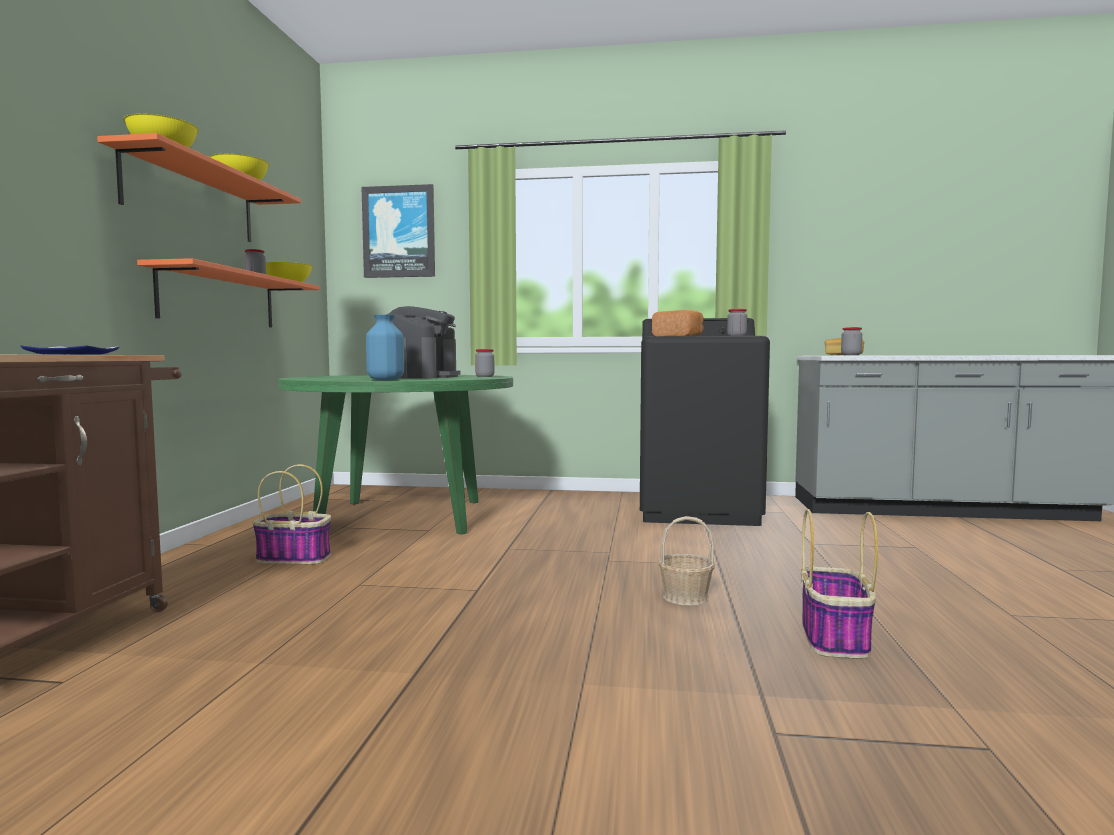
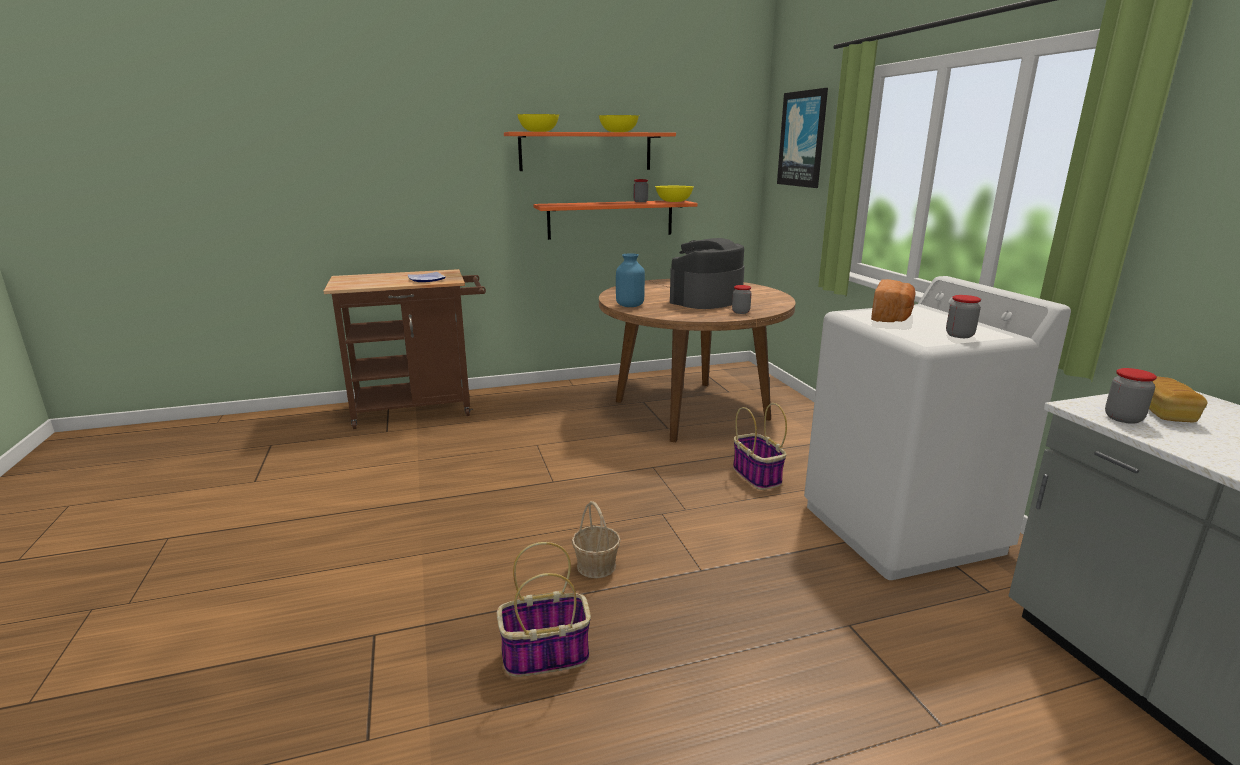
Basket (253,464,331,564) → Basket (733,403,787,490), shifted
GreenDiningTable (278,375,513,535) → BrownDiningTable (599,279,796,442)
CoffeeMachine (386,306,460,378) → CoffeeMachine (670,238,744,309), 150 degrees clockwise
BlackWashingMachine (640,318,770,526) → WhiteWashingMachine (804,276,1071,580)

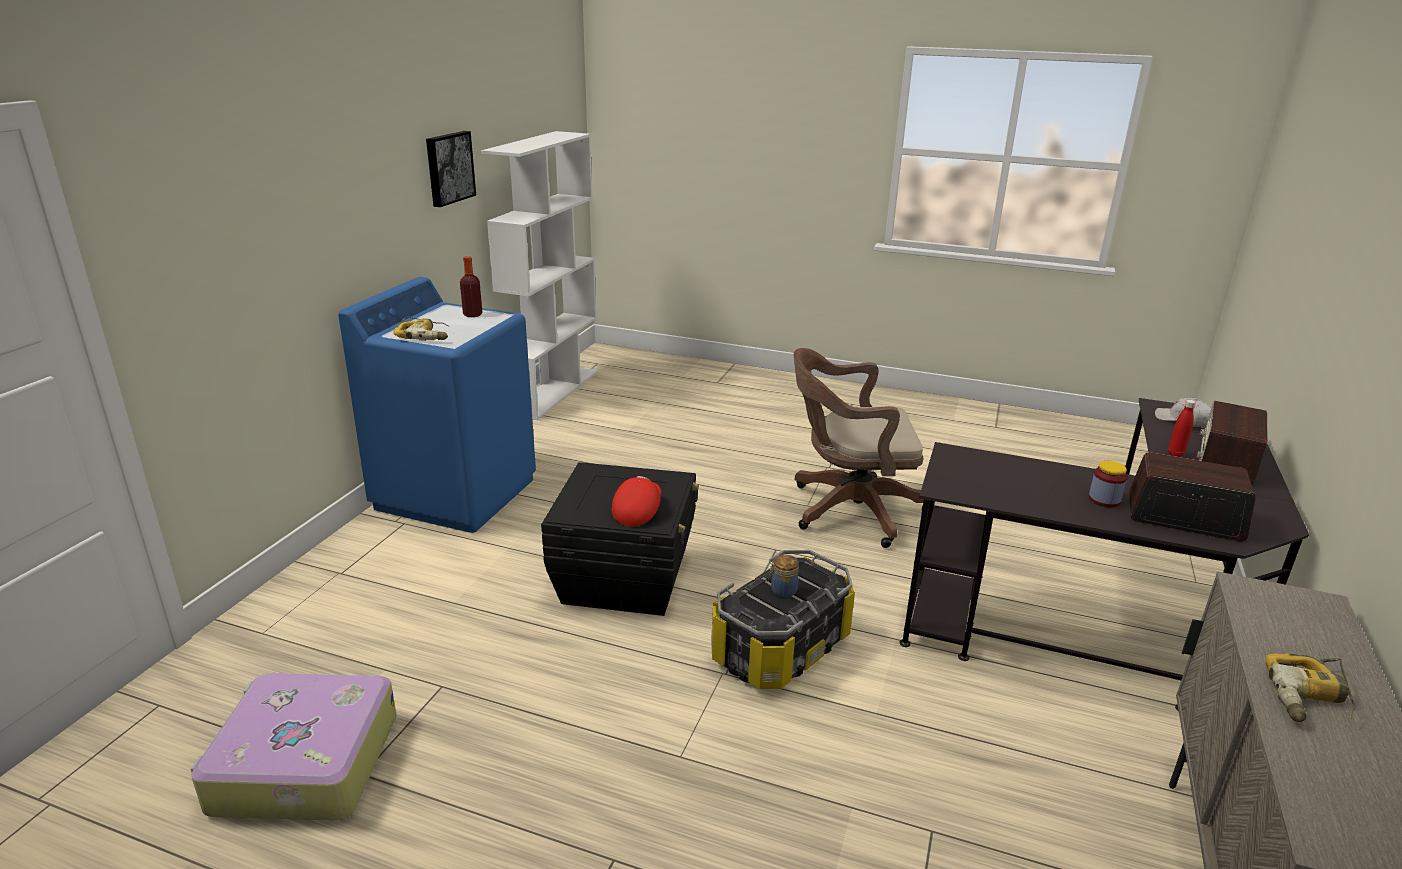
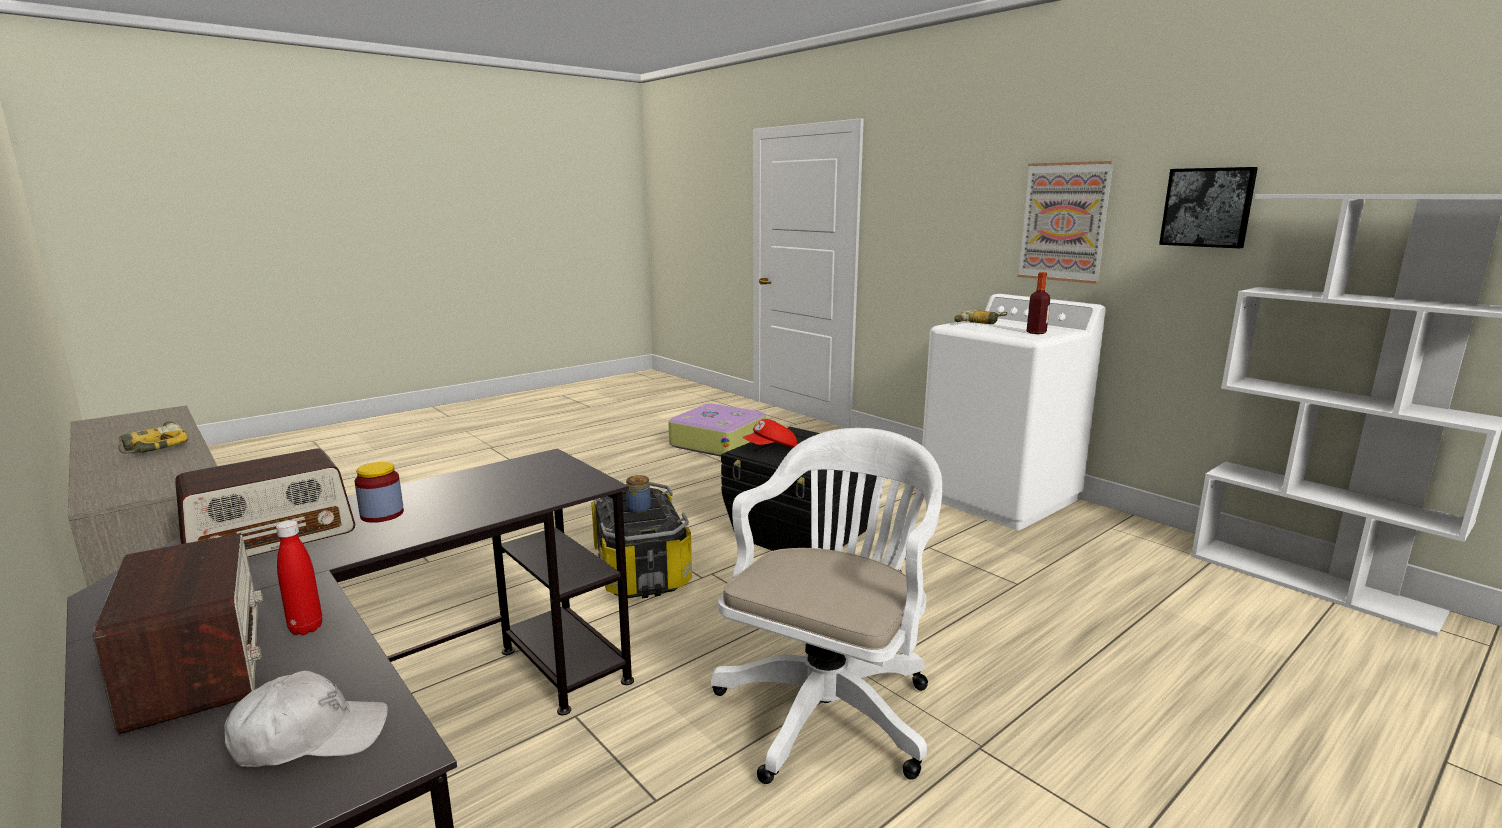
BlueWashingMachine (338,277,536,533) → WhiteWashingMachine (922,294,1106,530)
RedCap (612,476,661,527) → RedCap (743,419,797,447), 105 degrees clockwise
BrownOfficeChair (793,348,924,548) → WhiteOfficeChair (711,428,942,784)
- → Picture (1017,161,1114,284)

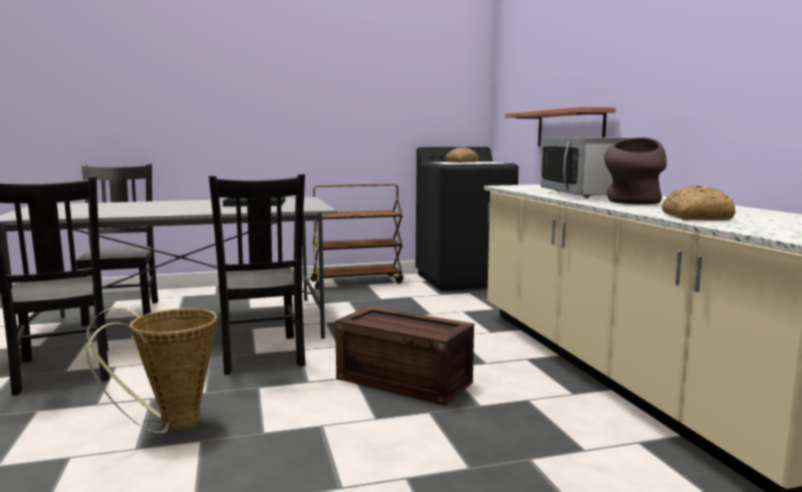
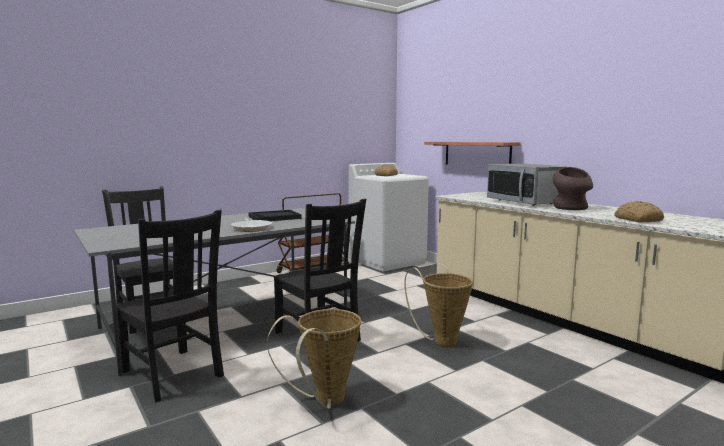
Crate (335,306,474,406) → Basket (404,263,473,347)
BlackWashingMachine (416,147,519,291) → WhiteWashingMachine (348,163,429,271)
- → FryingPan (231,218,272,232)

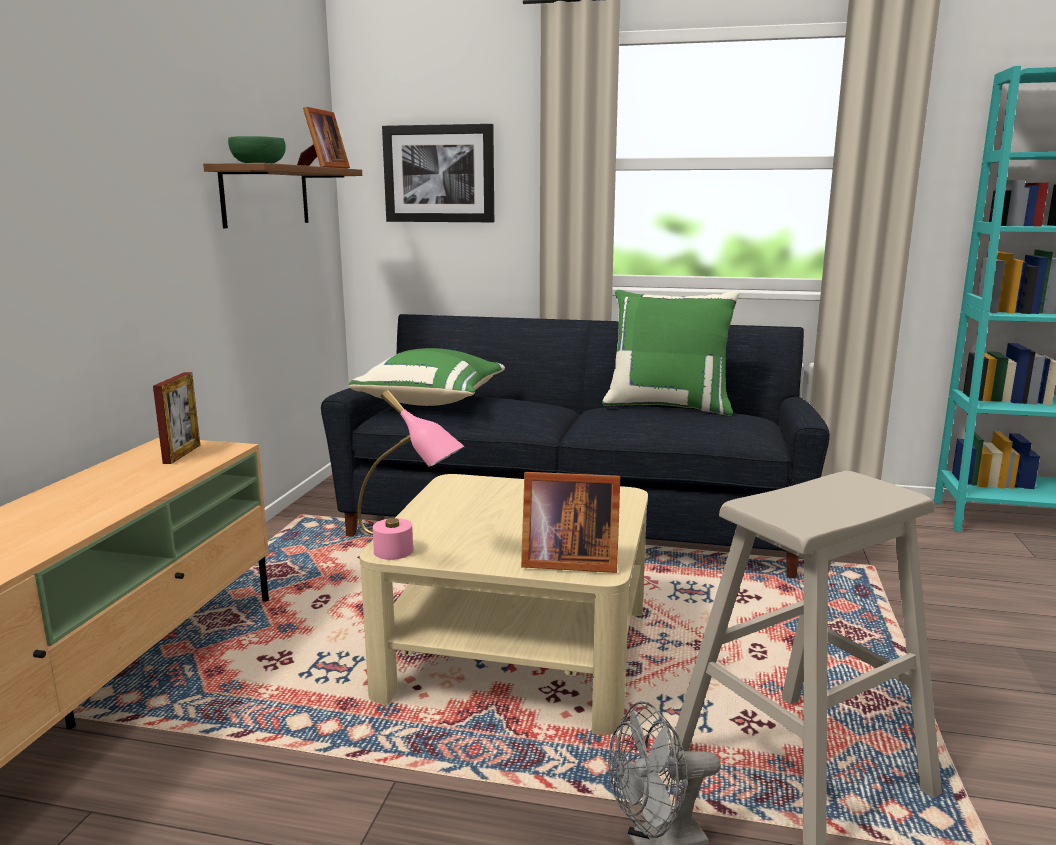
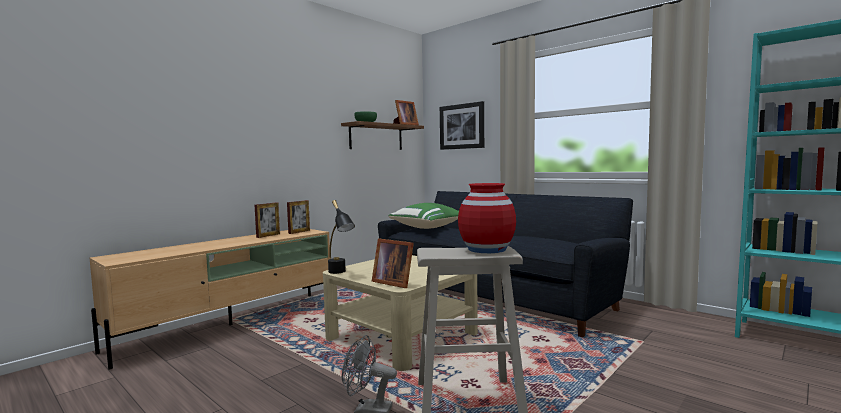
PinkTableLamp (358,389,465,560) → BlackTableLamp (328,200,355,274)
GreenPillow (602,290,739,416) → -
- → PictureFrame (255,203,280,238)
- → RedVase (458,183,516,253)

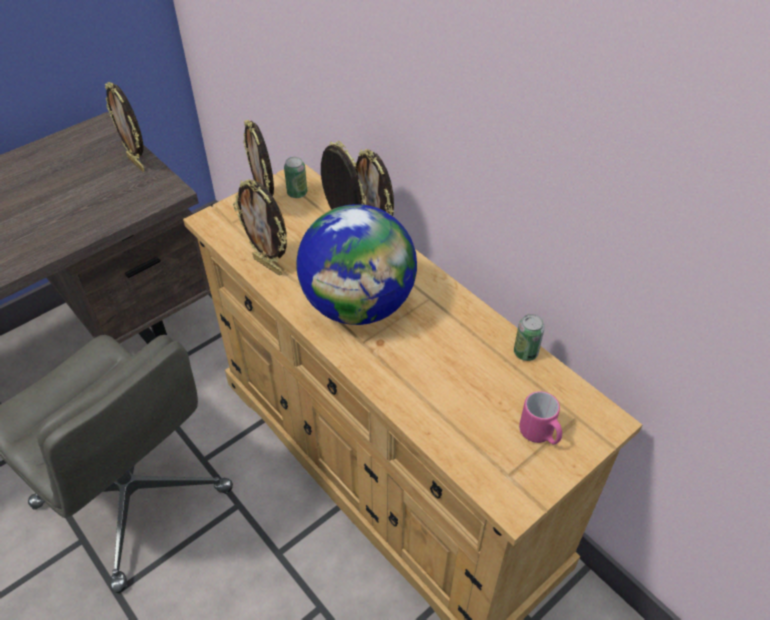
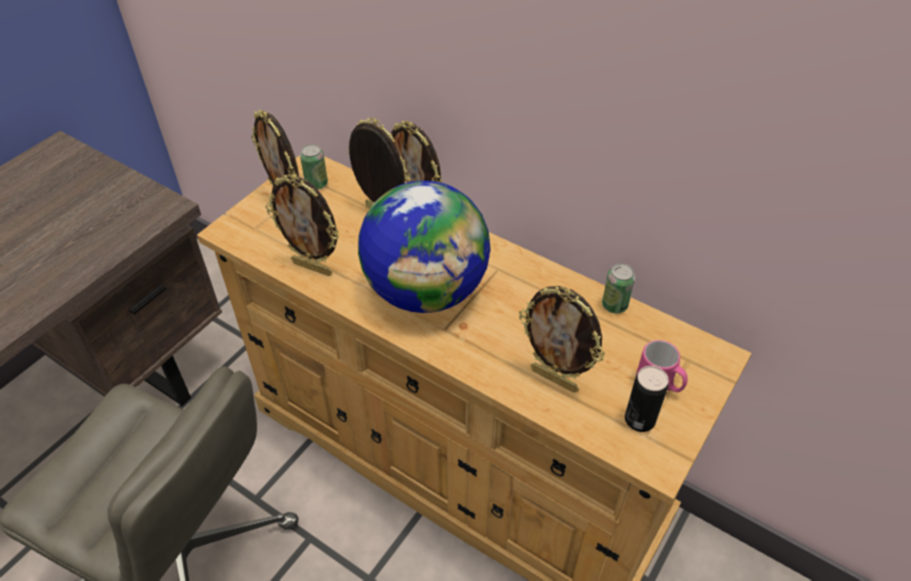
PictureFrame (105,82,145,172) → PictureFrame (519,286,605,393), shifted
- → Can (625,366,669,432)

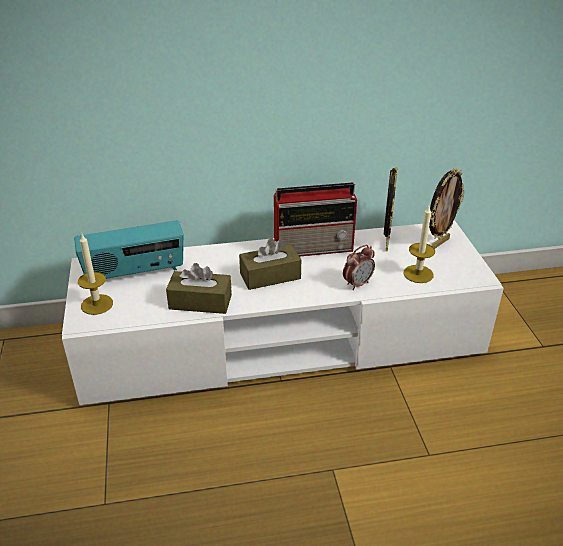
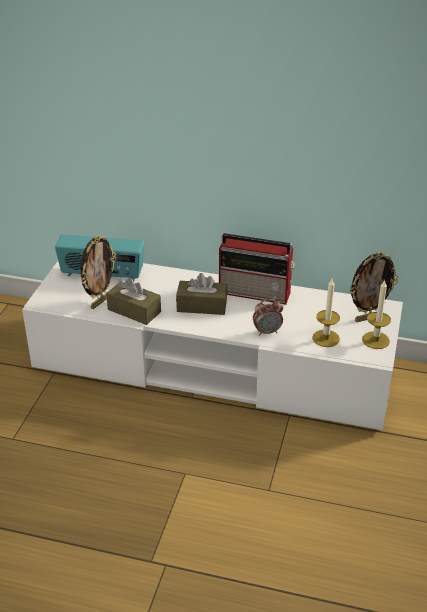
Candle (78,234,113,315) → Candle (362,279,391,349), shifted
PictureFrame (383,166,398,251) → PictureFrame (80,235,116,309), shifted

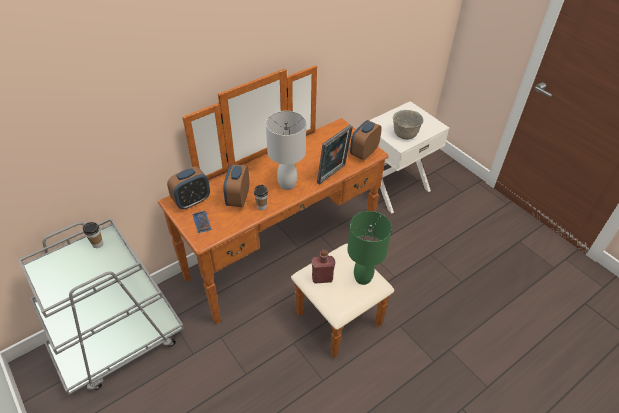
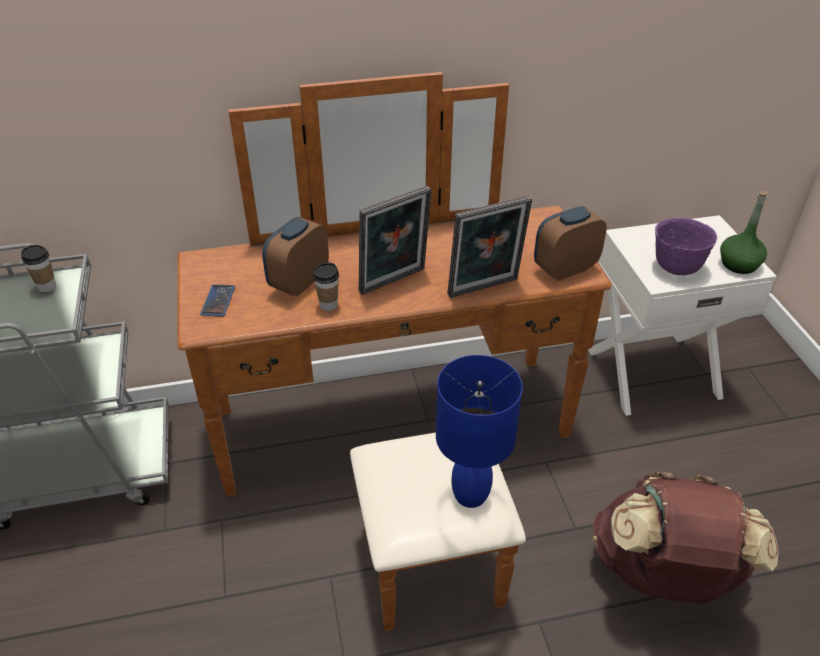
AlarmClock (167,166,210,209) → -
WhiteTableLamp (266,111,306,190) → PictureFrame (359,186,432,295)
RedBottle (312,250,335,283) → -
GreenTableLamp (347,211,392,285) → BlueTableLamp (436,355,523,508)
GreyBowl (393,110,423,140) → PurpleBowl (655,218,717,275)
- → BrownBackpack (592,472,778,604)
- → GreenBottle (720,191,768,274)

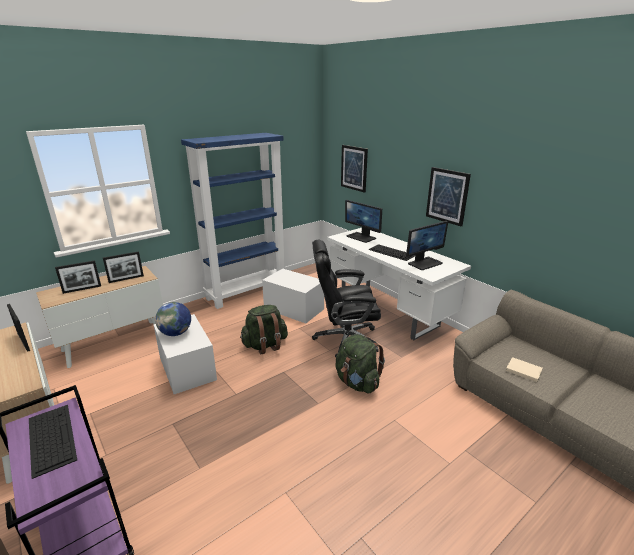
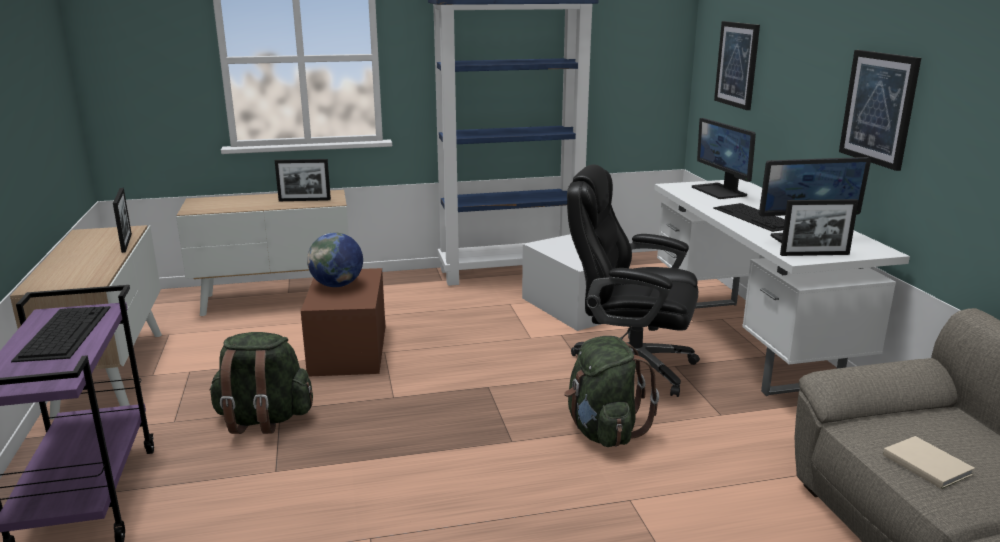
PictureFrame (55,261,101,294) → PictureFrame (780,199,859,256), shifted
WhiteStorageBox (153,314,217,394) → BrownStorageBox (301,268,385,377)
GreenBackpack (240,305,288,355) → GreenBackpack (209,332,313,434), shifted

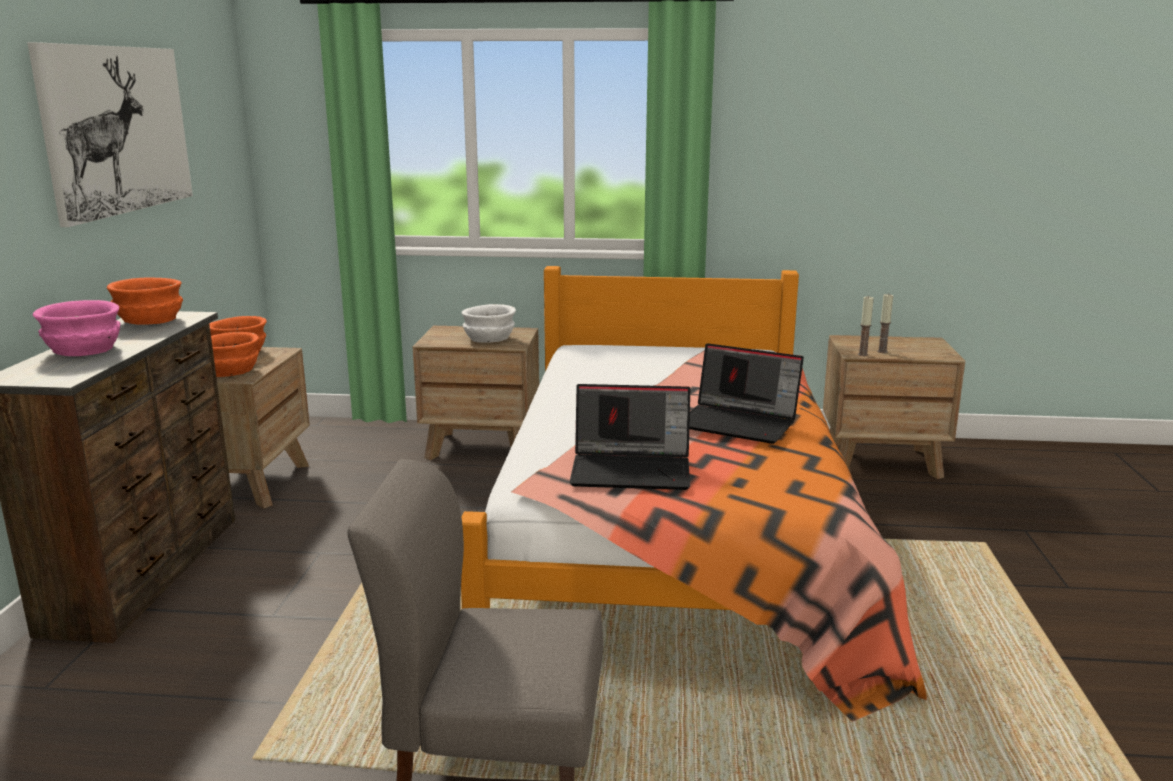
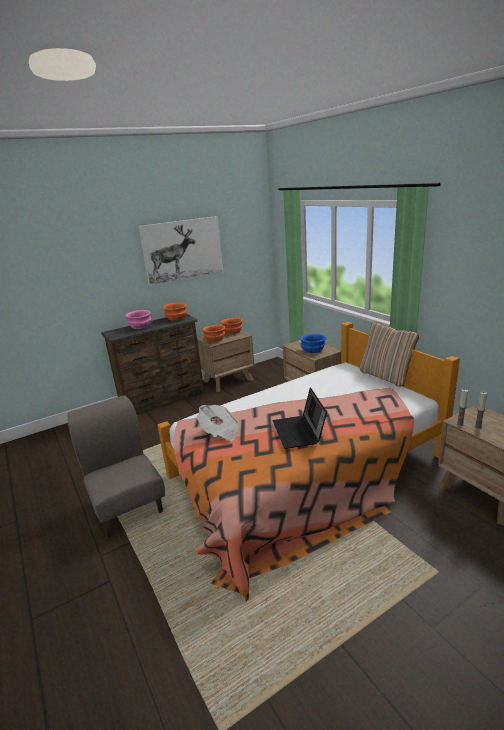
WhiteBowl (461,304,516,343) → BlueBowl (300,334,326,353)
Laptop (569,384,690,490) → Newspaper (197,405,240,441)
- → BeigePillow (360,322,419,387)

